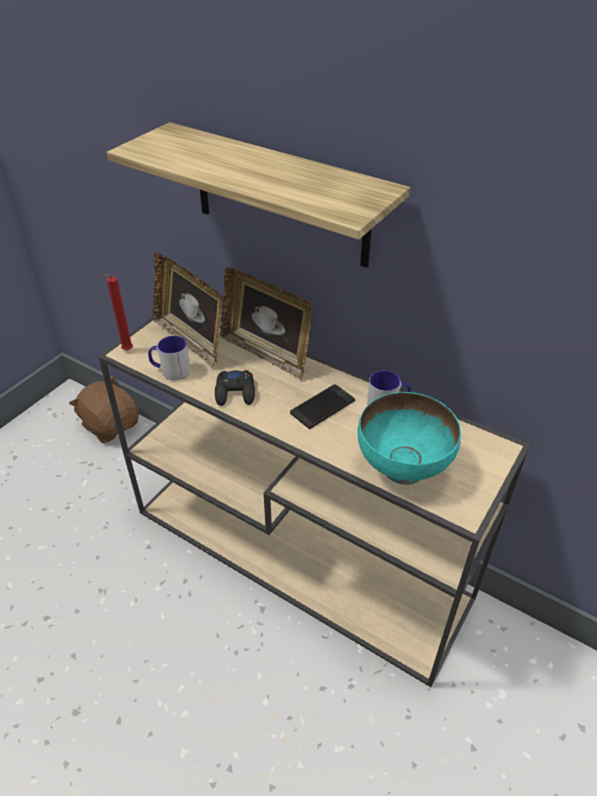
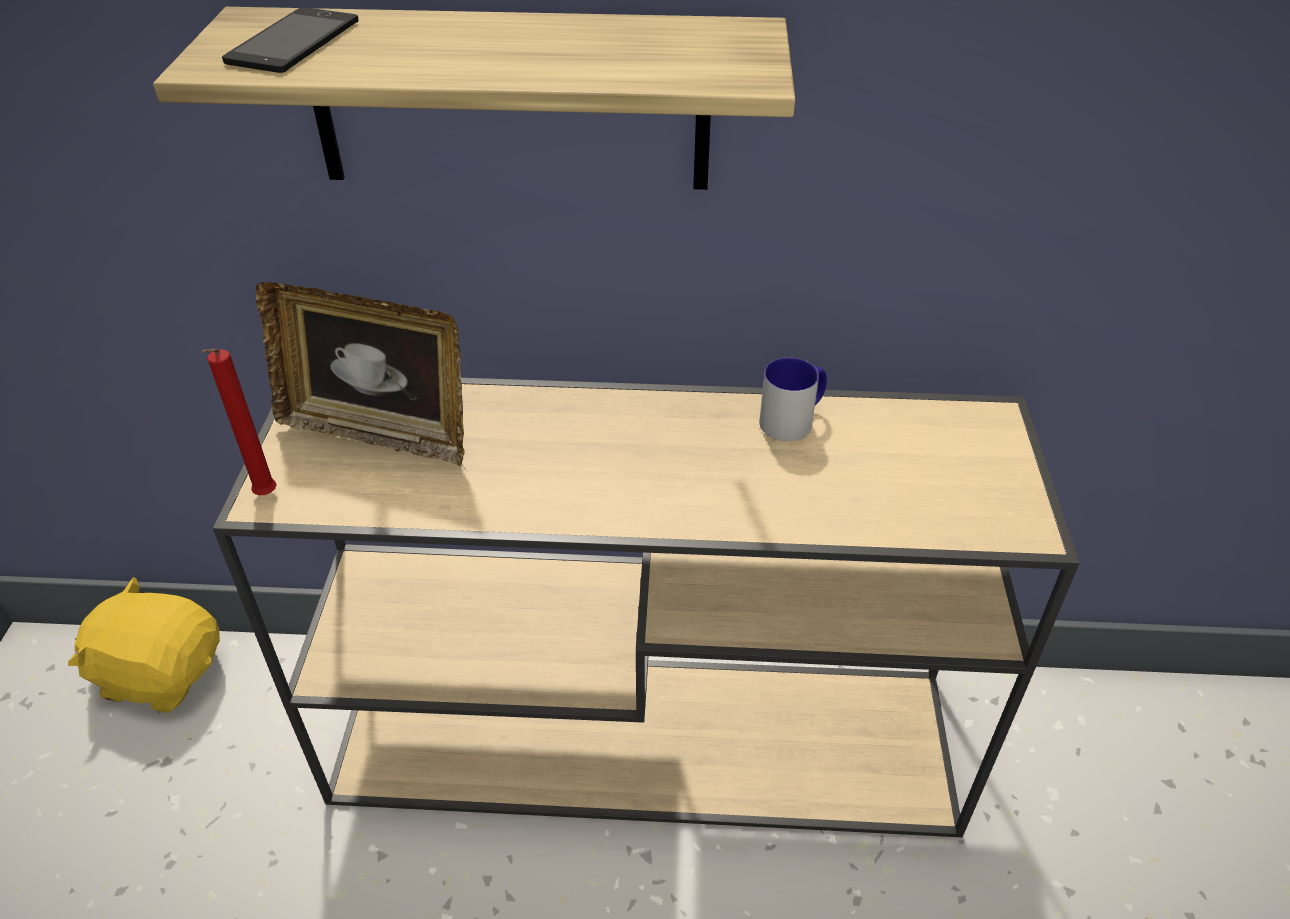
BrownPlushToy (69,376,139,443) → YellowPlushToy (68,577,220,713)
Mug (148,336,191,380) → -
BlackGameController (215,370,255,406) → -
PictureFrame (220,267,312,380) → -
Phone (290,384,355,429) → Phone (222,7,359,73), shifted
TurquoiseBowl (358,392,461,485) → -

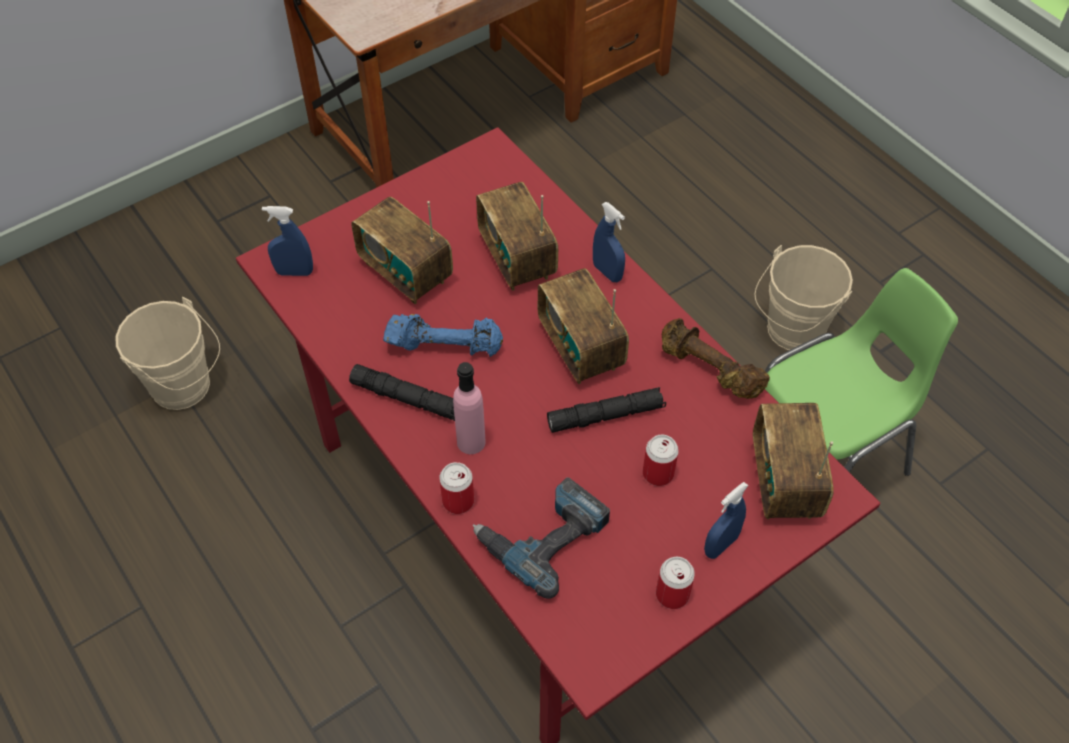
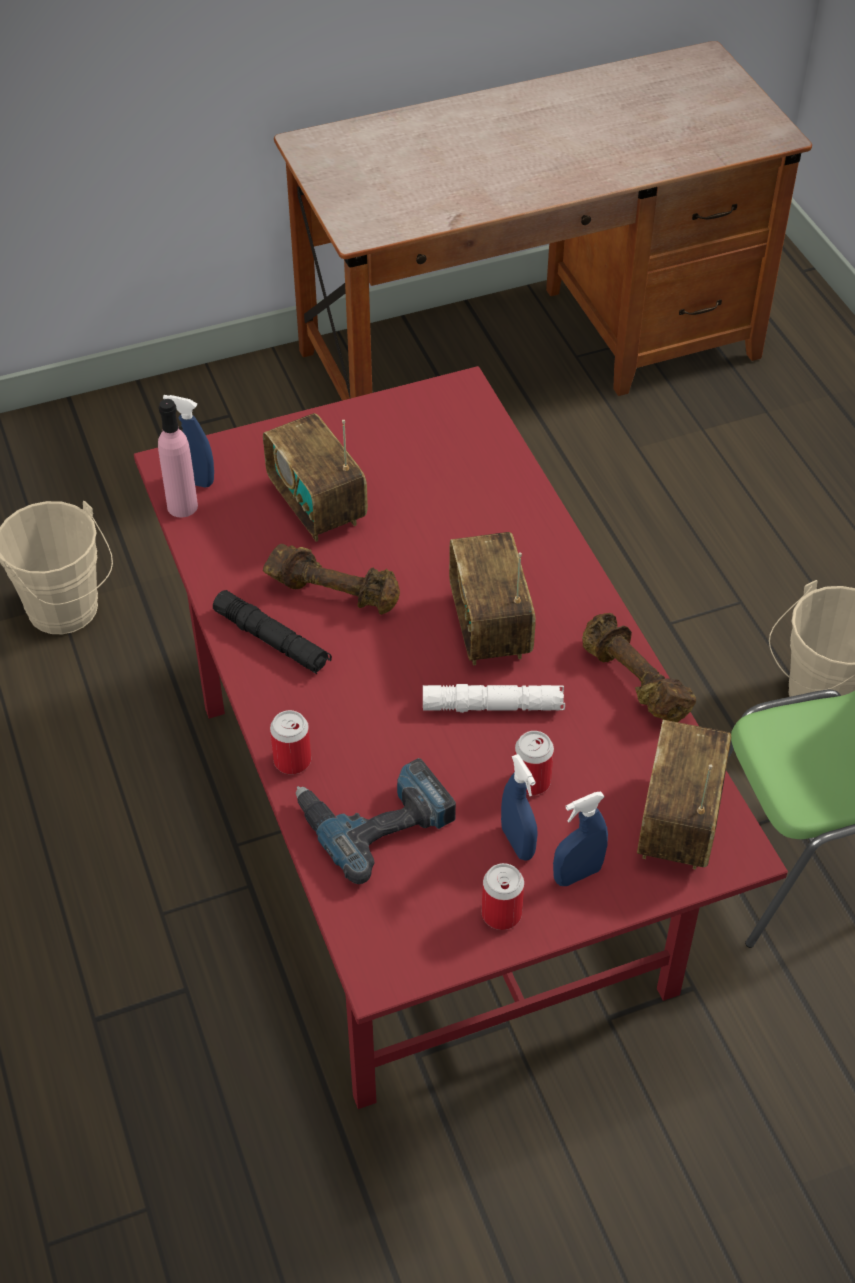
BlueDumbbell (383,314,503,357) → BrownDumbbell (263,544,400,615)
PinkBottle (453,362,486,454) → PinkBottle (158,399,198,517), shifted
Radio (476,182,558,291) → -
BlackFlashlight (547,387,666,433) → WhiteFlashlight (423,684,565,713)
BlueSprayBottle (593,202,625,282) → BlueSprayBottle (501,754,538,861), shifted

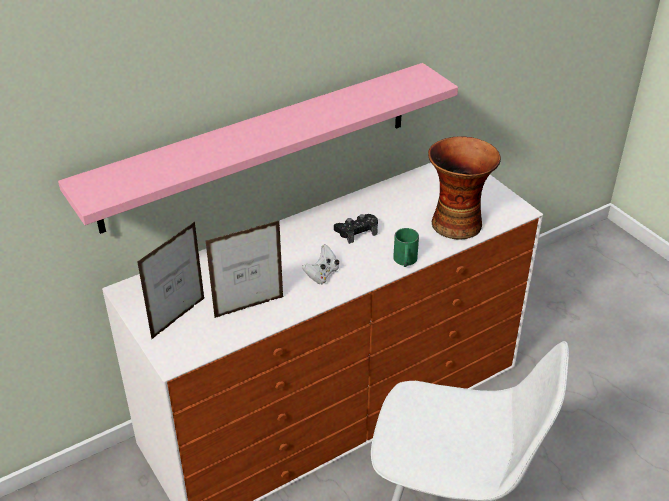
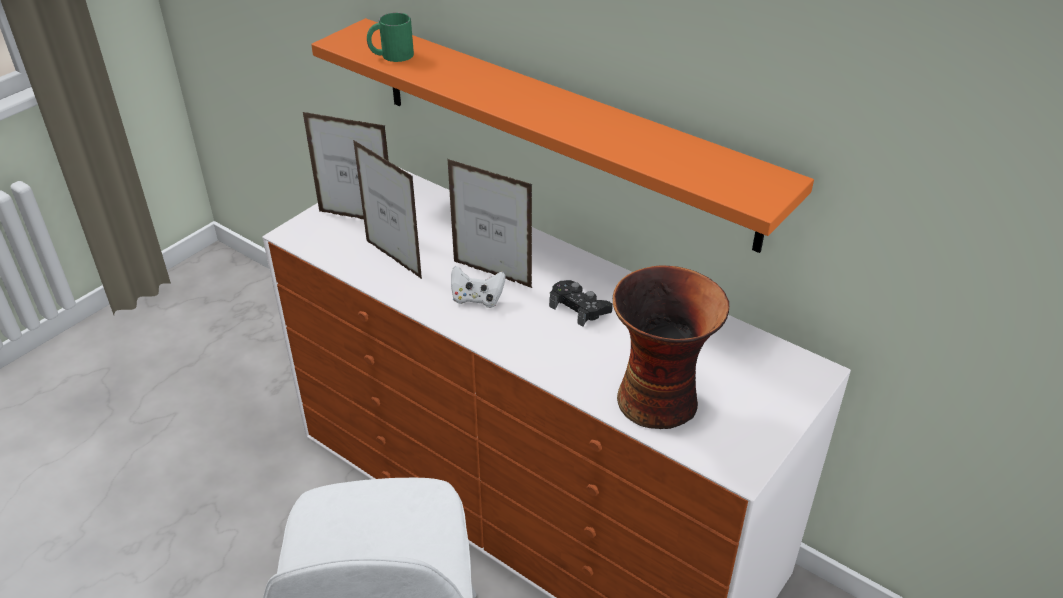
PinkShelf (58,63,458,234) → OrangeShelf (311,18,814,253)
GreenMug (393,228,419,267) → GreenMug (367,12,414,62), shifted
- → PictureFrame (448,159,532,288)

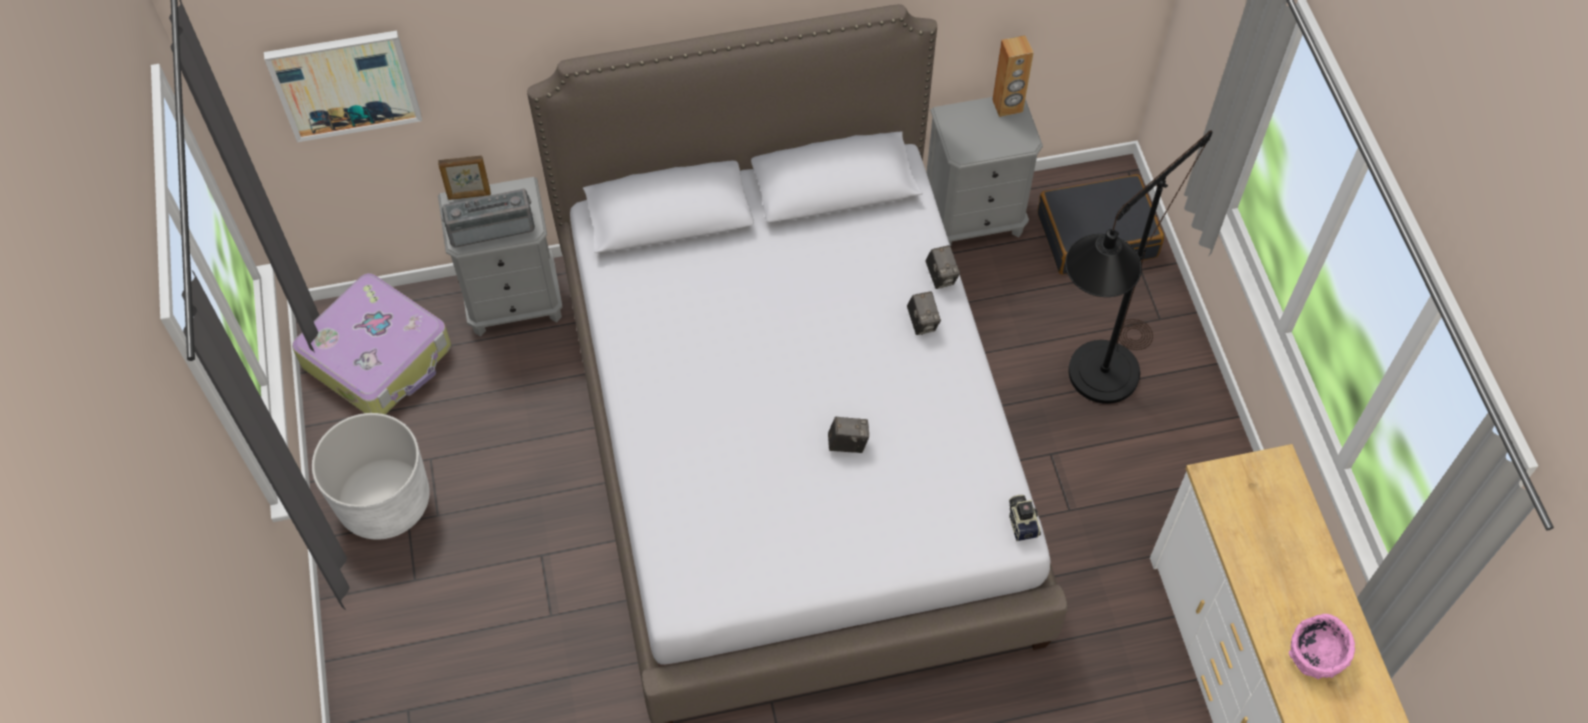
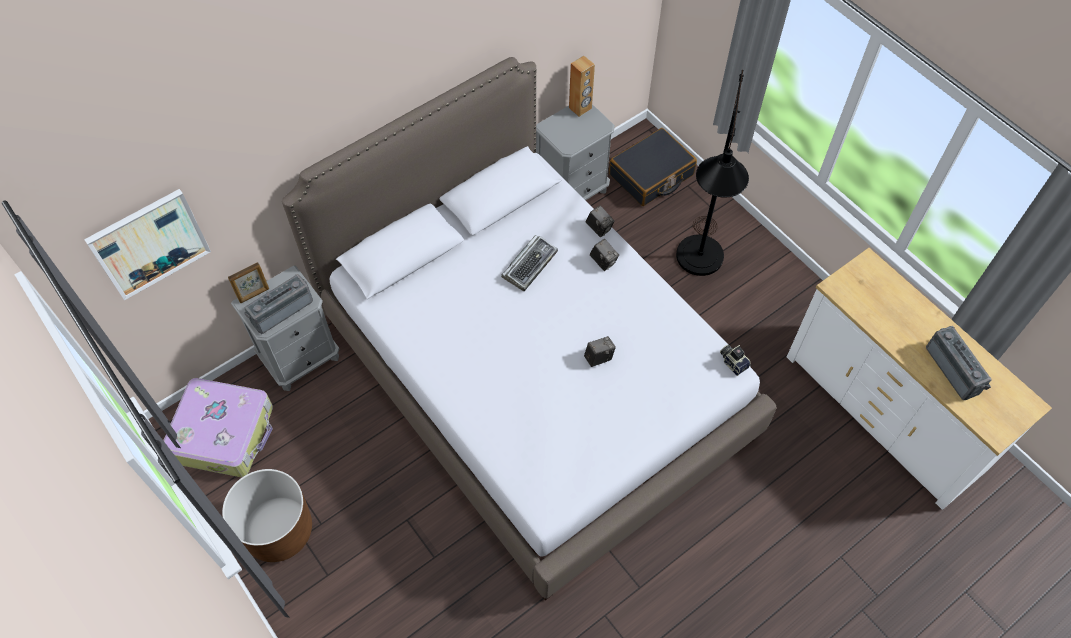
WhitePlanter (312,413,430,540) → BrownPlanter (222,469,312,562)
PinkBowl (1289,614,1355,679) → Radio (926,326,992,400)
- → Keyboard (501,235,558,291)

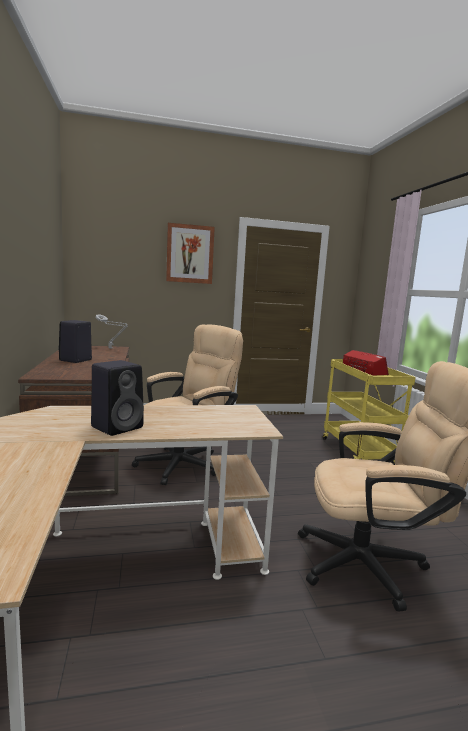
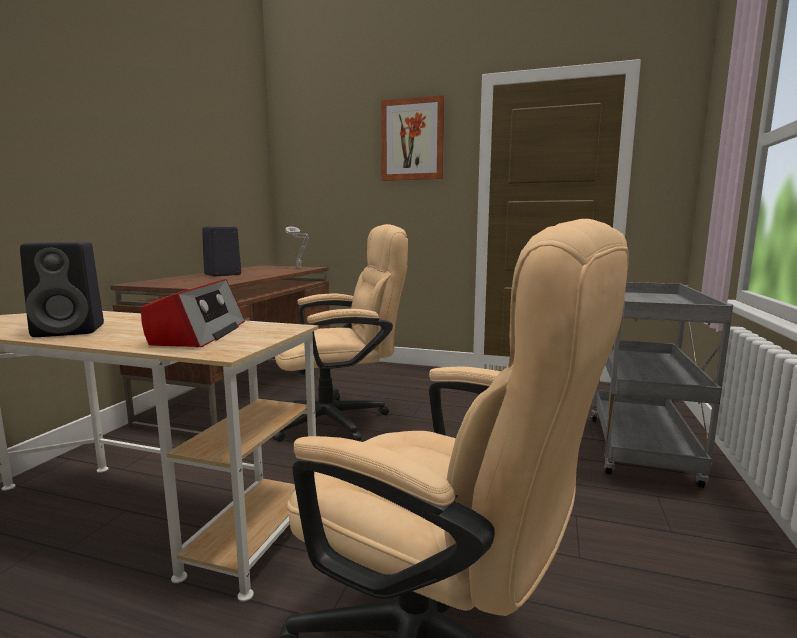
YellowCart (323,359,416,465) → GreyCart (591,282,733,488)
Radio (343,350,389,375) → Radio (141,279,245,348), shifted

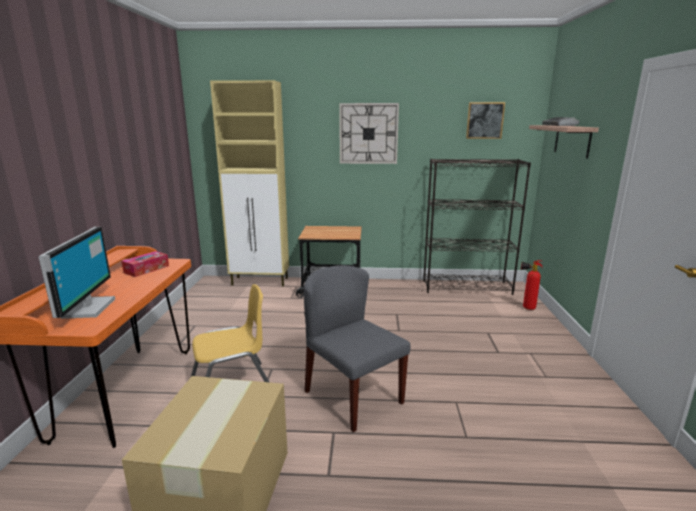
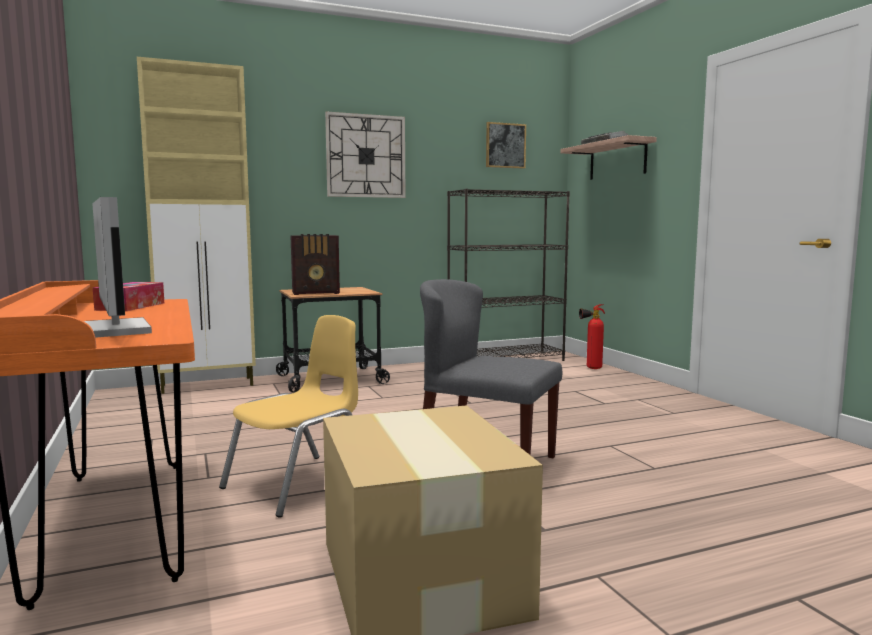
- → Radio (290,234,340,295)

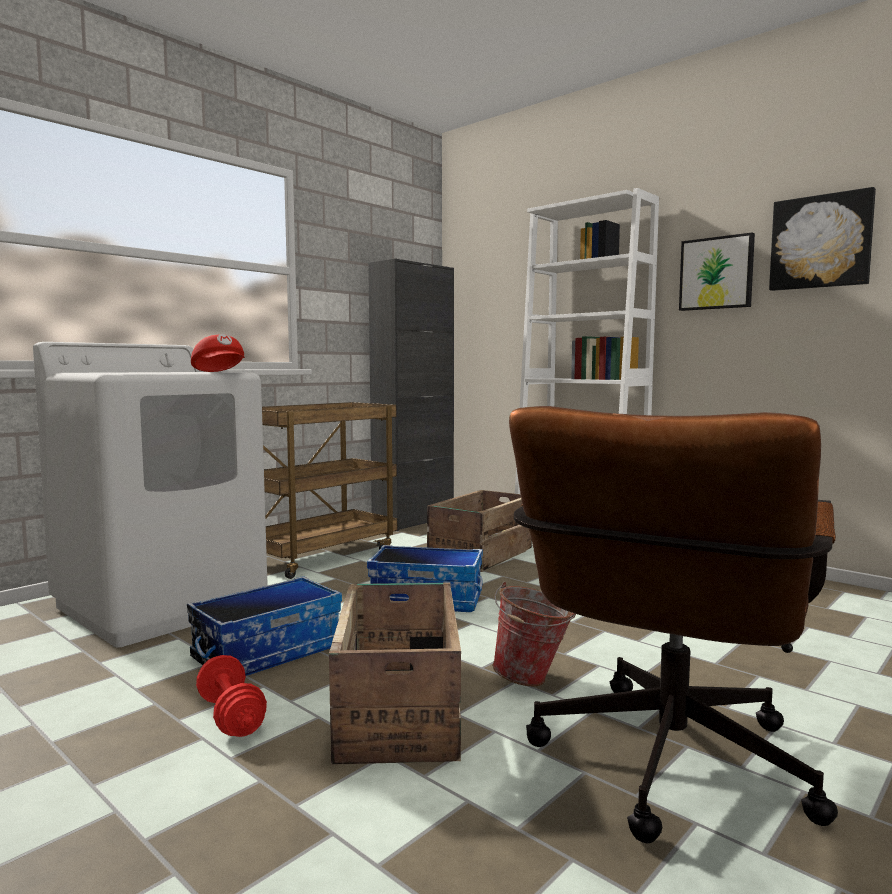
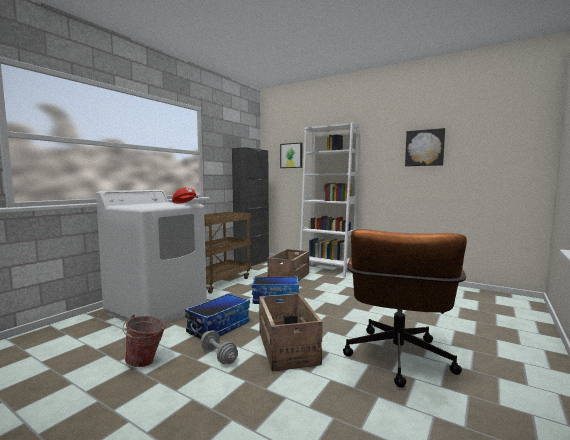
RedDumbbell (196,655,267,737) → GreyDumbbell (201,331,238,364)
Bucket (492,582,576,686) → Bucket (123,315,167,367), shifted
Picture (679,233,755,311) → Picture (280,143,302,168), shifted

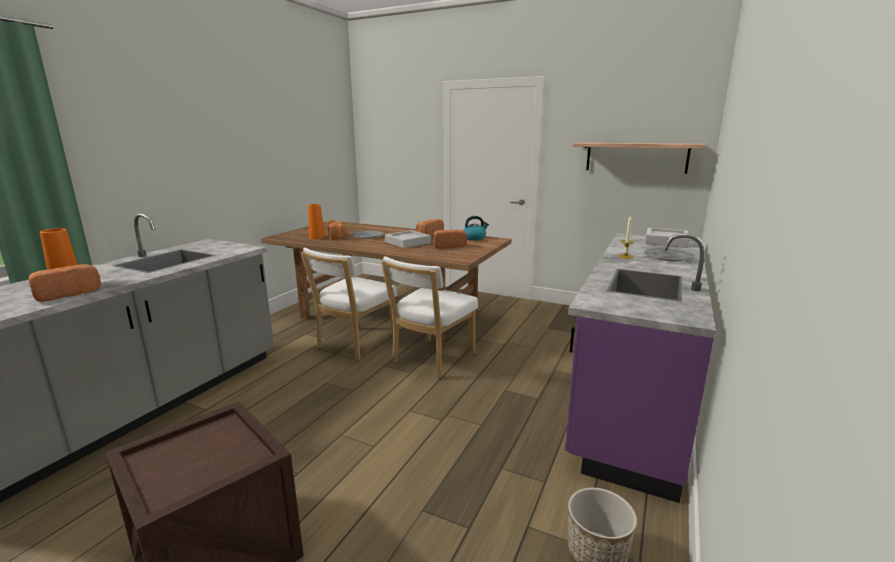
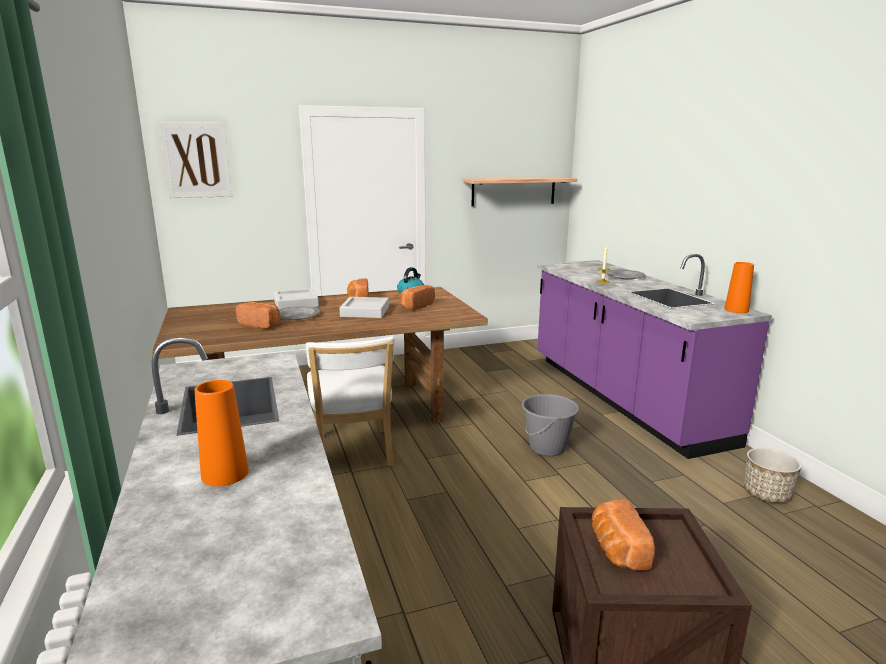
Bread (29,264,101,302) → Bread (592,499,655,570), shifted
OrangeVase (308,204,325,239) → OrangeVase (724,262,754,313), shifted
WhiteChair (381,256,478,378) → -
GreyTray (645,228,690,248) → GreyTray (273,289,319,310), shifted
- → Picture (159,122,232,198)
- → GreyBucket (522,394,579,456)

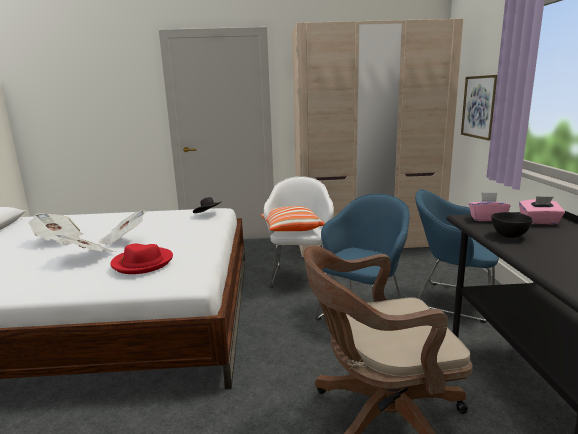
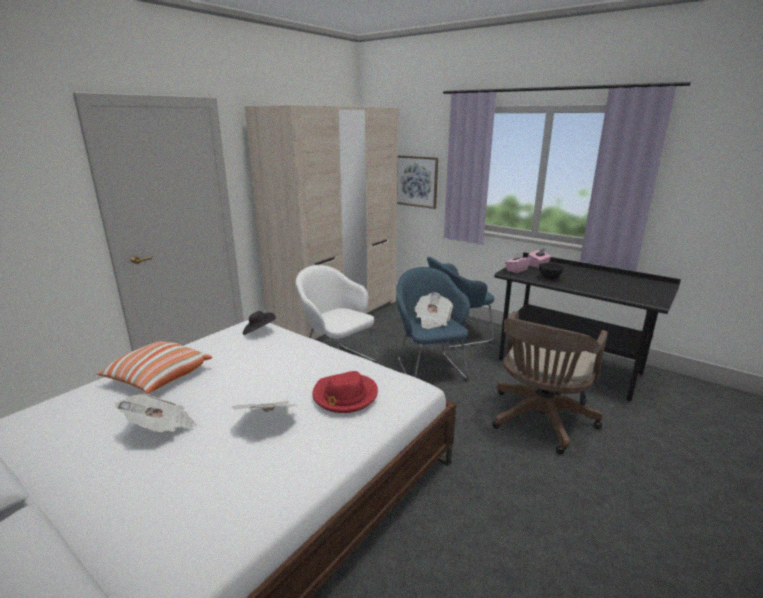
Newspaper (99,210,146,245) → Newspaper (414,293,453,329), shifted
Pillow (260,206,325,231) → Pillow (96,341,212,393), shifted

